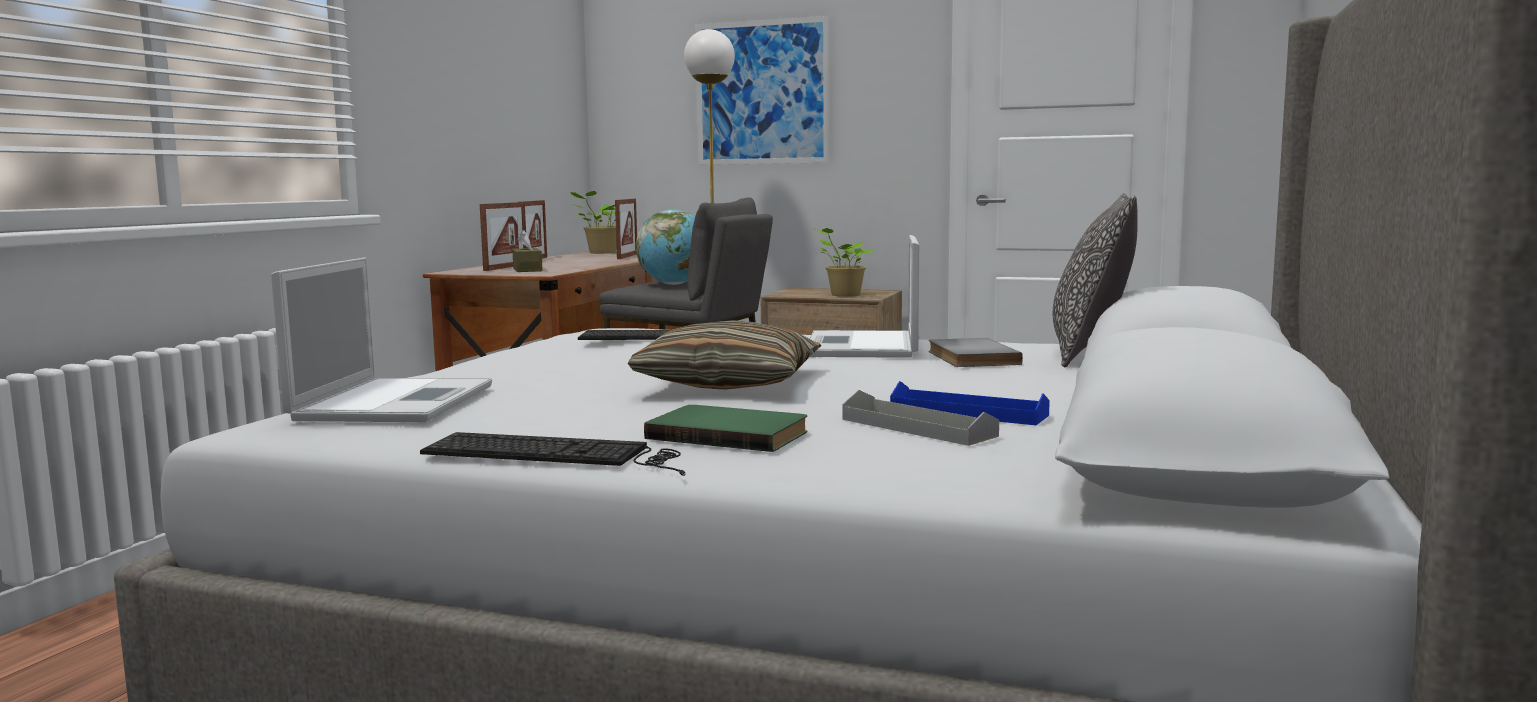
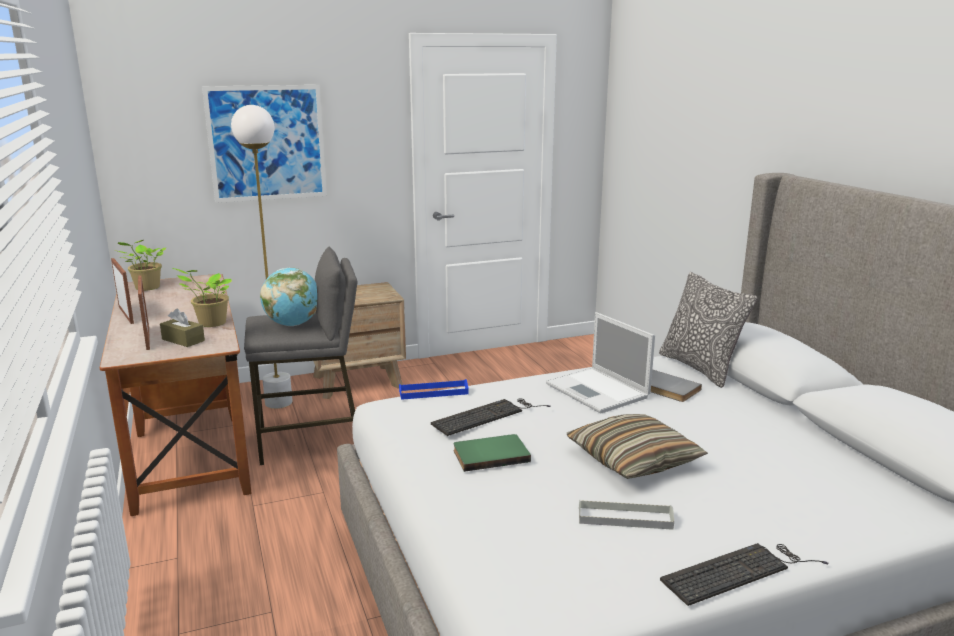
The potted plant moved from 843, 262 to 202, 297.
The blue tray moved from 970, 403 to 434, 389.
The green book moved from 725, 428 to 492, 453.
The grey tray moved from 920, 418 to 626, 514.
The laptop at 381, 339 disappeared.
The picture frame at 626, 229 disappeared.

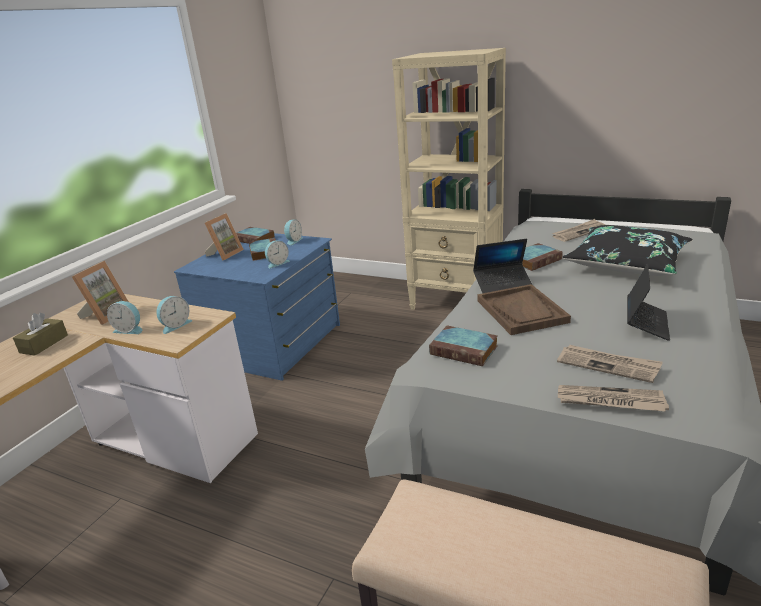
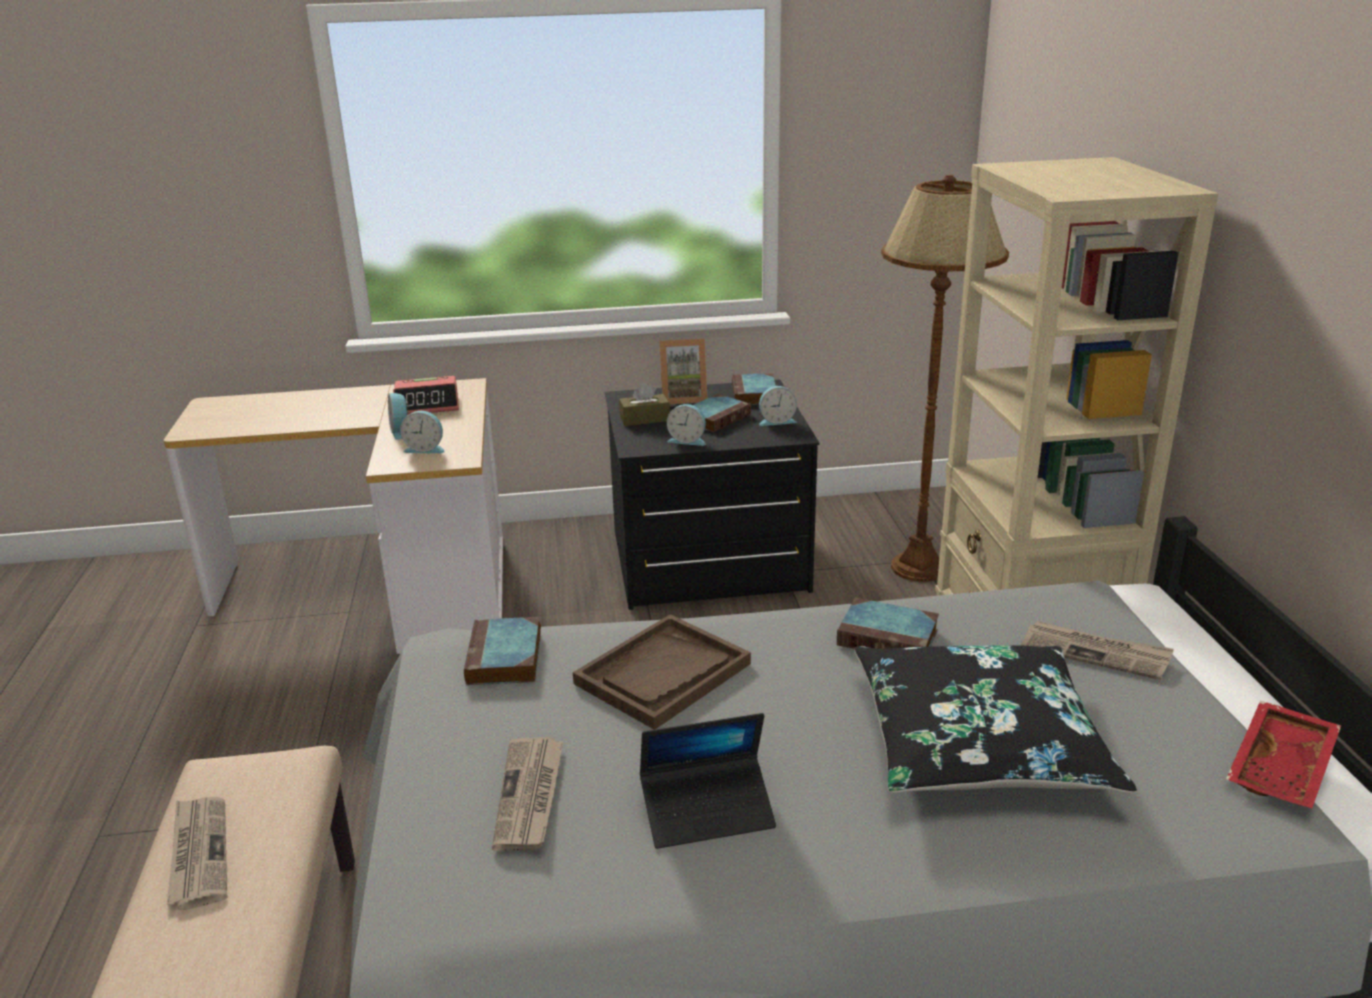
The newspaper moved from 613, 398 to 197, 853.
The picture frame at 100, 293 was replaced by the alarm clock at 426, 395.
The blue dresser at 257, 307 became the black dresser at 712, 494.
The brown tissue box moved from 40, 334 to 644, 404.
The brown floor lamp at 945, 378 appeared.
The red tray at 1283, 755 appeared.
The laptop at 503, 266 disappeared.

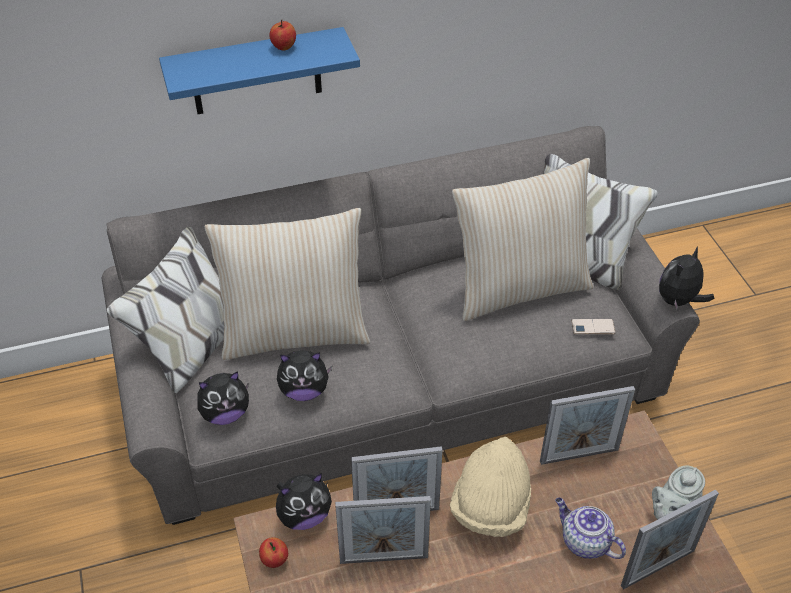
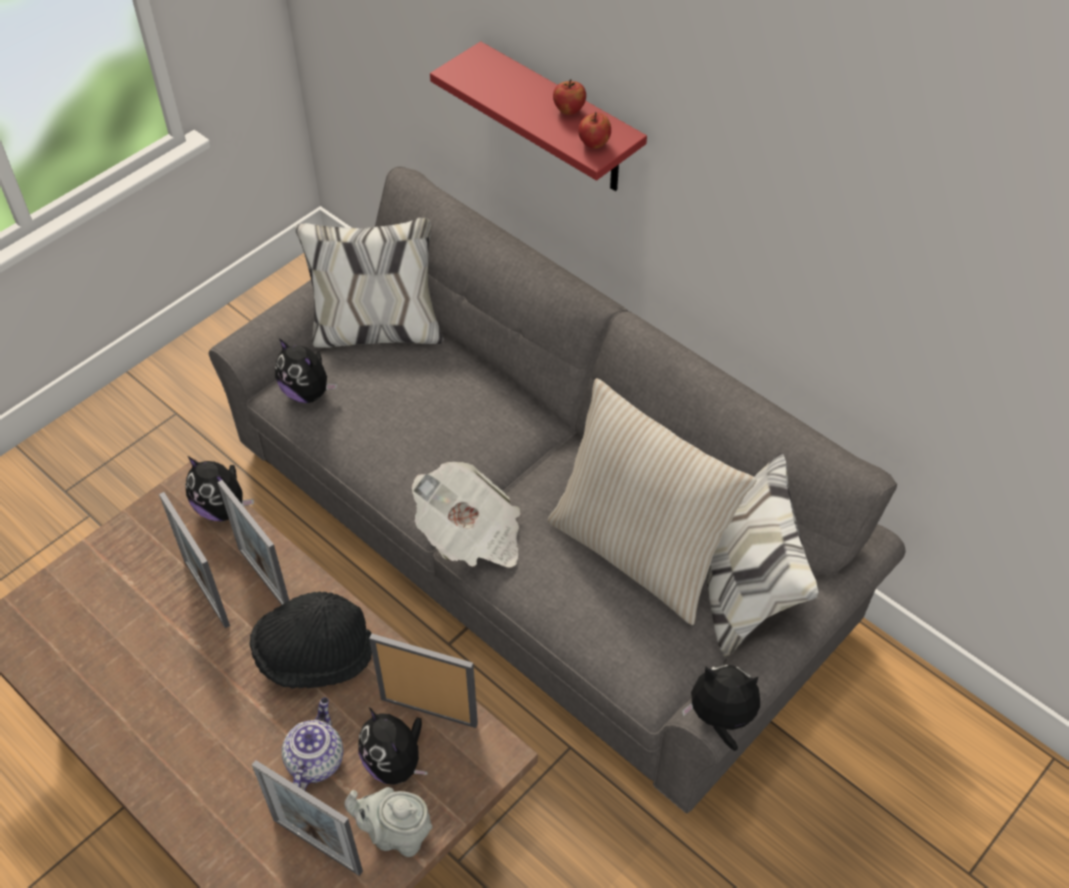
The beige hat at 490, 487 became the black hat at 311, 640.
The plush toy moved from 304, 375 to 393, 746.
The picture frame at 587, 425 turned 150 degrees clockwise.
The newspaper at 466, 515 appeared.
The blue shelf at 259, 70 became the red shelf at 538, 116.
The apple moved from 273, 552 to 594, 130.
The beige pillow at 287, 284 disappeared.
The phone at 593, 326 disappeared.

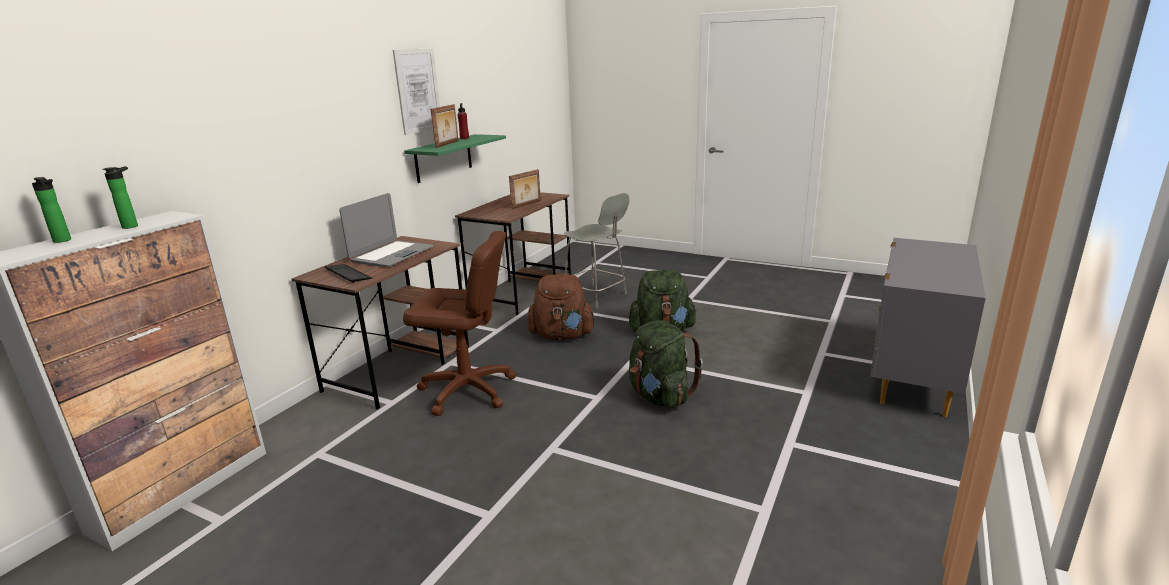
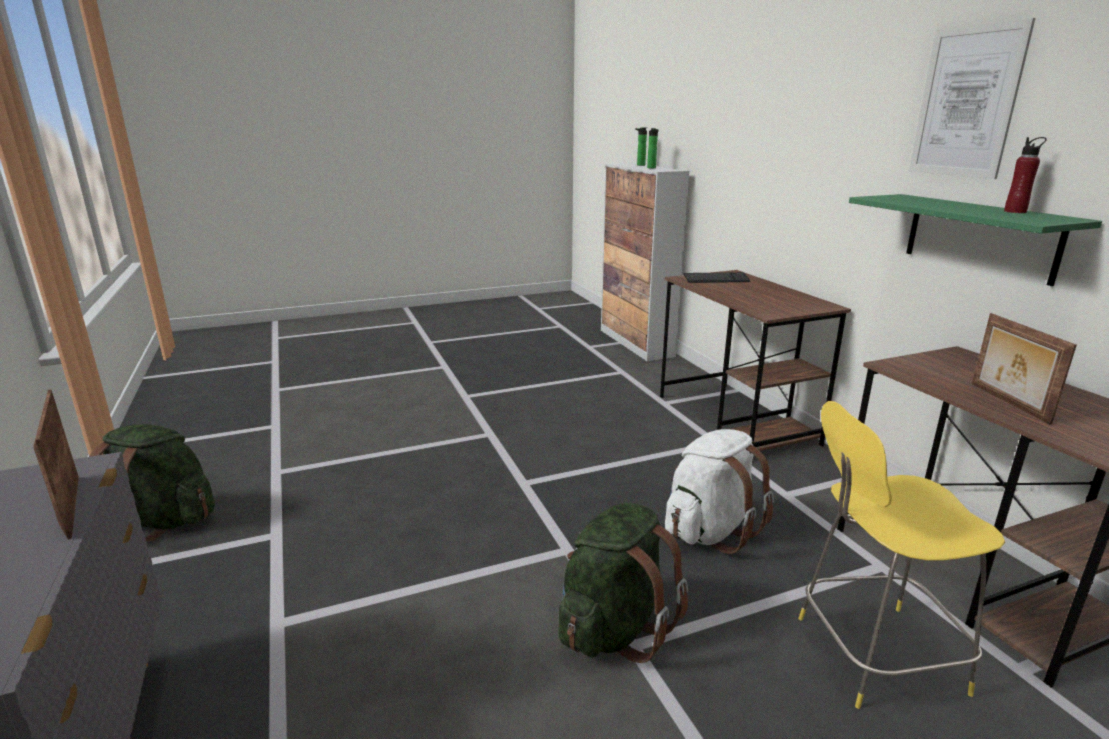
The picture frame moved from 445, 126 to 56, 464.
The green backpack moved from 666, 364 to 152, 483.
The brown backpack at 561, 307 became the white backpack at 719, 491.
The grey stool at 596, 250 became the yellow stool at 901, 555.
The laptop at 386, 230 disappeared.
The brown office chair at 459, 323 disappeared.

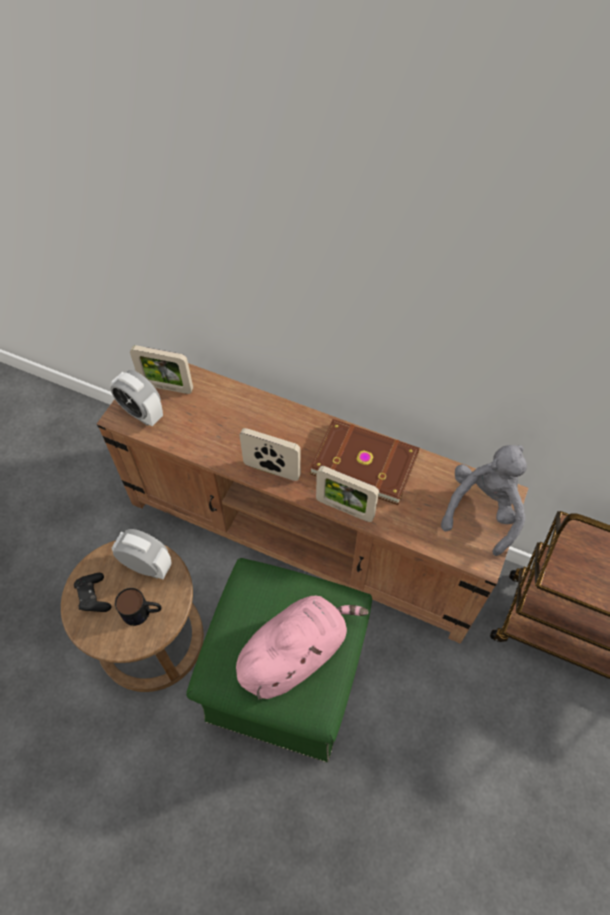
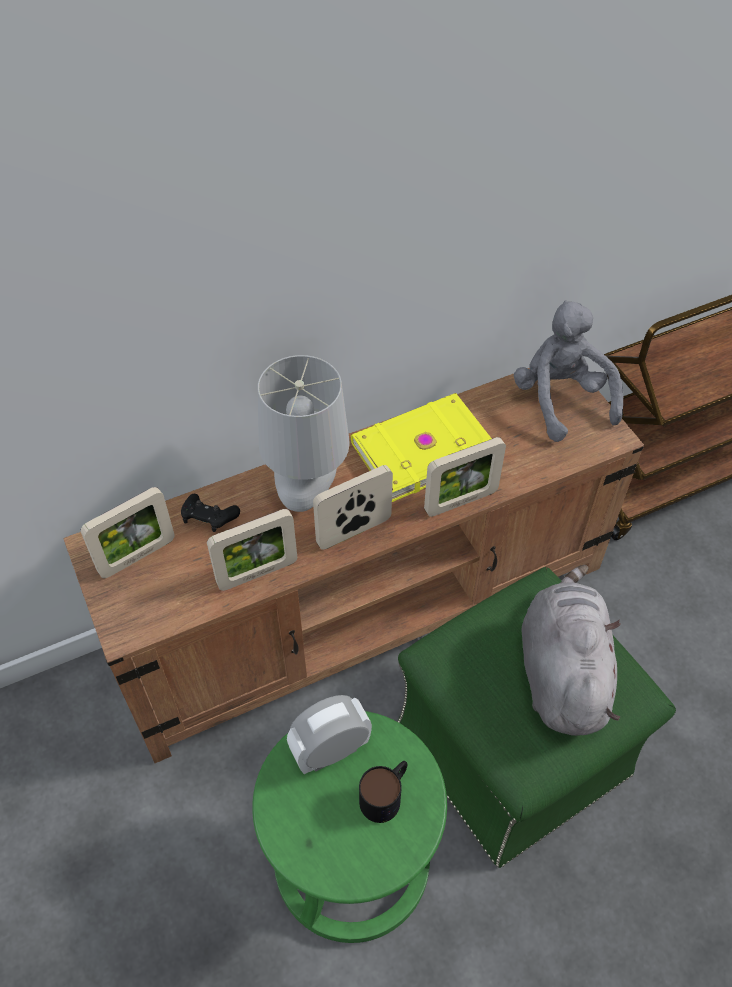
The black game controller moved from 92, 592 to 210, 513.
The picture frame at 252, 550 appeared.
The brown stool at 132, 616 became the green stool at 349, 827.
The grey table lamp at 303, 433 appeared.
The brown book at 365, 462 became the yellow book at 421, 447.
The pink plush toy at 302, 647 became the grey plush toy at 571, 650.
The alarm clock at 136, 398 disappeared.

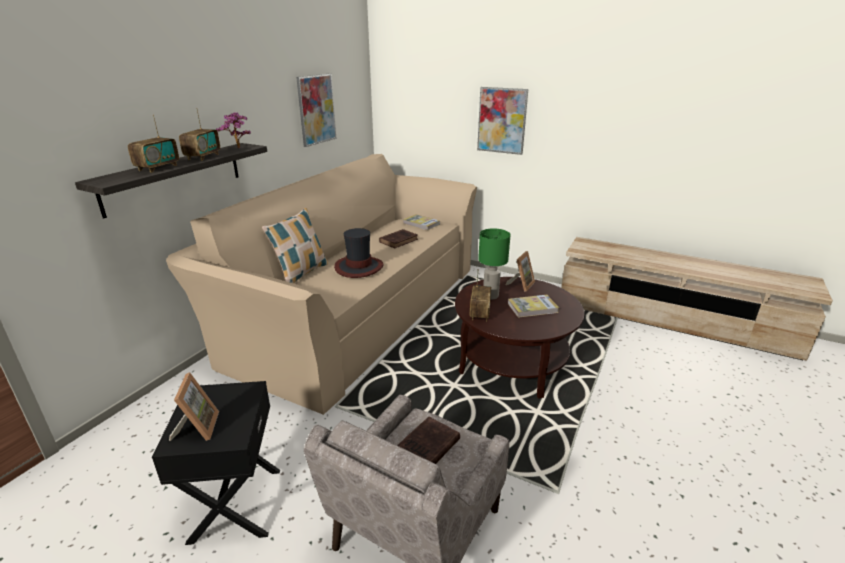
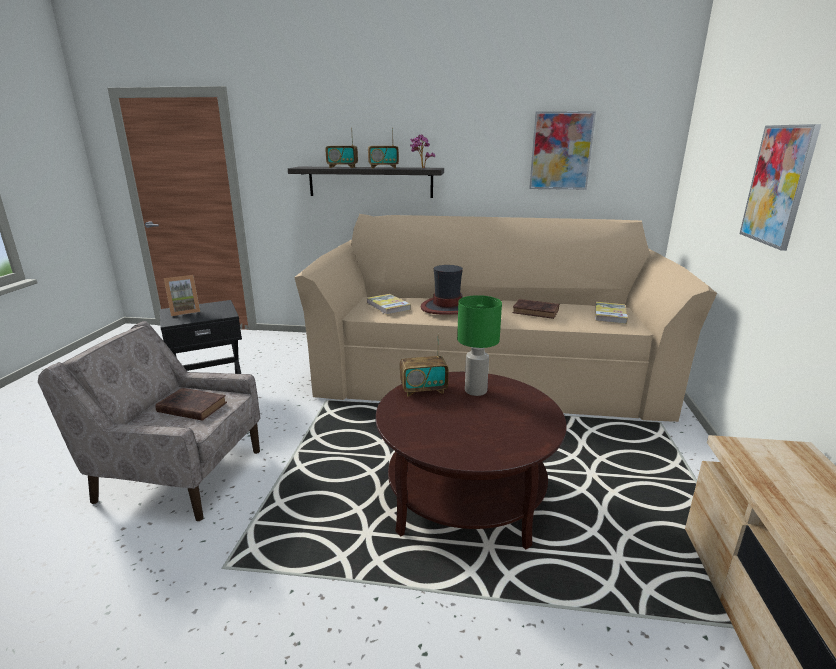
The book moved from 533, 306 to 389, 304.
The pillow at 295, 246 disappeared.
The picture frame at 520, 271 disappeared.

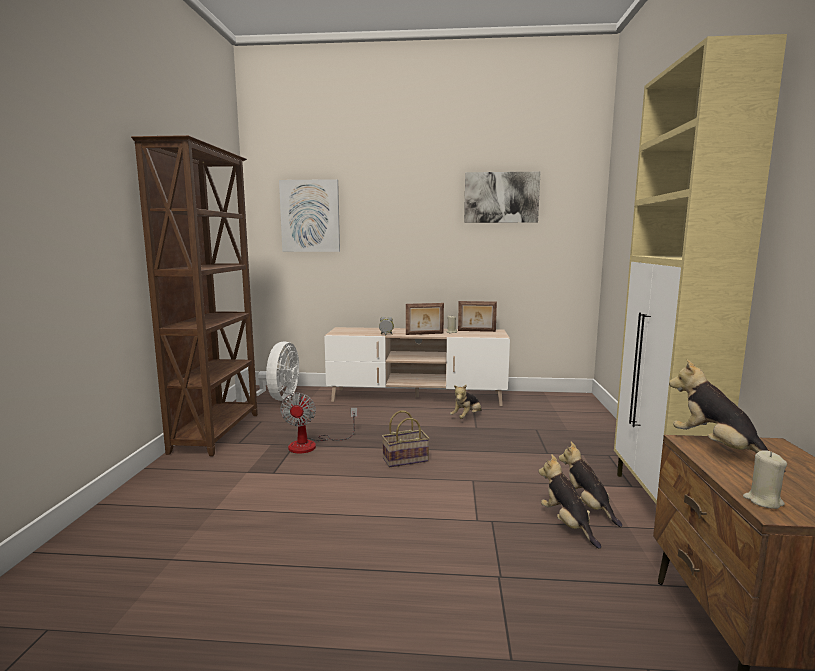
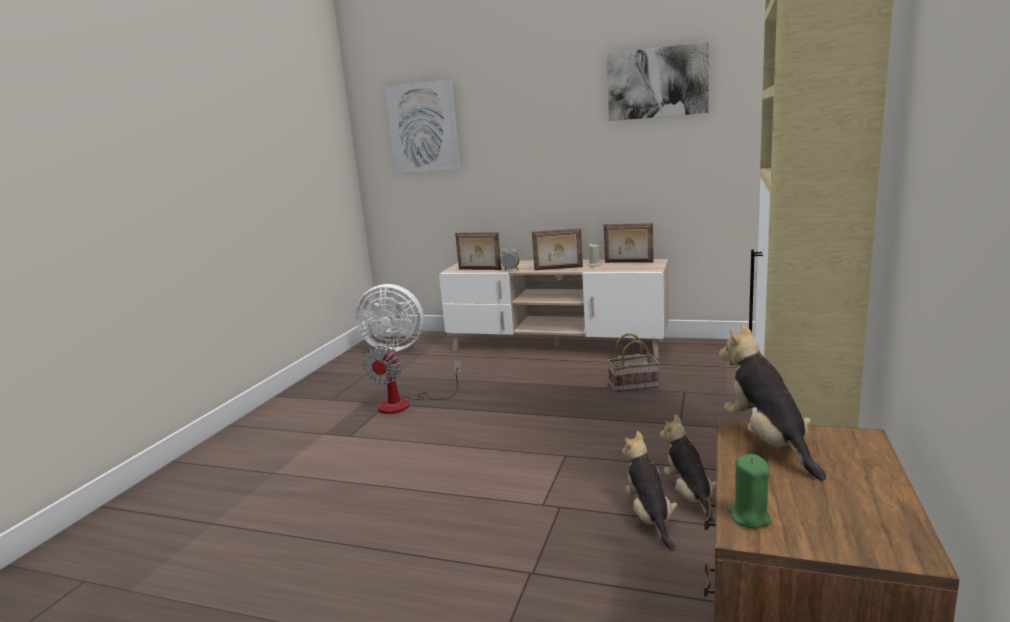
The white fan at 267, 372 turned 75 degrees clockwise.
The picture frame at 478, 251 appeared.
The basket moved from 406, 439 to 633, 362.
The beige candle at 765, 479 became the green candle at 750, 491.
The brown bookcase at 194, 295 disappeared.
The plush toy at 466, 401 disappeared.

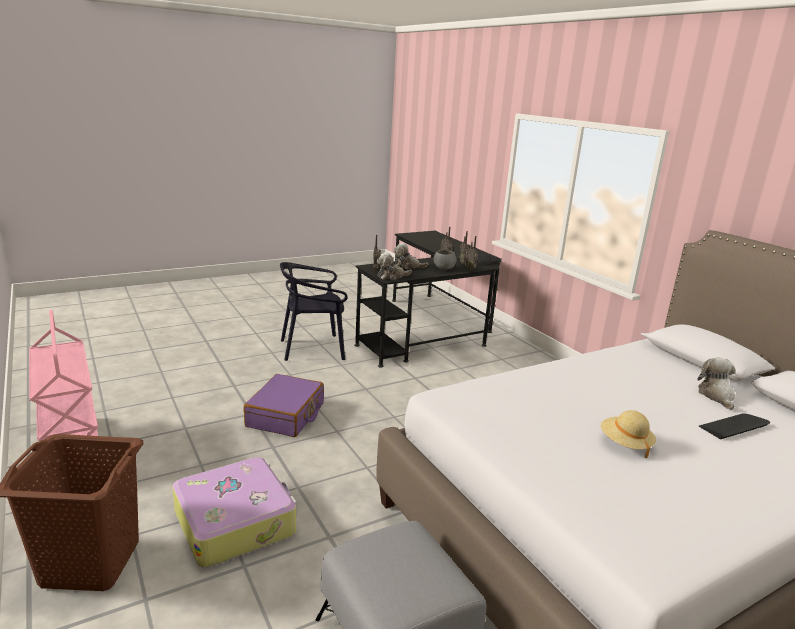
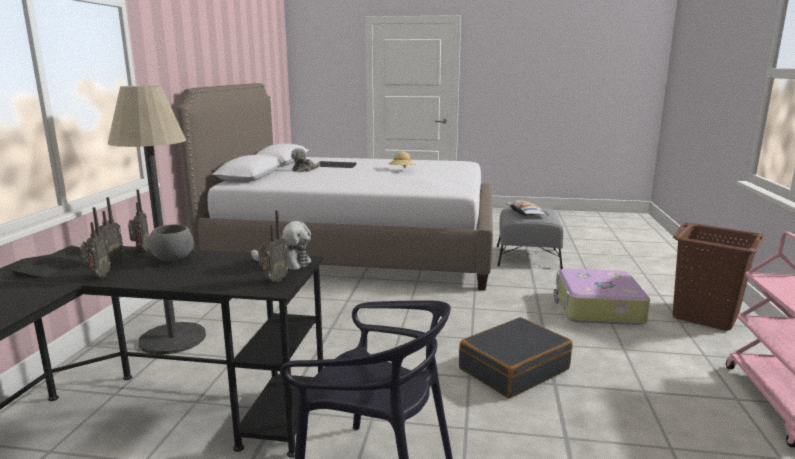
The floor lamp at 157, 220 appeared.
The purple suitcase at 284, 405 became the black suitcase at 516, 357.
The pillow at 527, 208 appeared.
The plush toy at 410, 256 disappeared.

